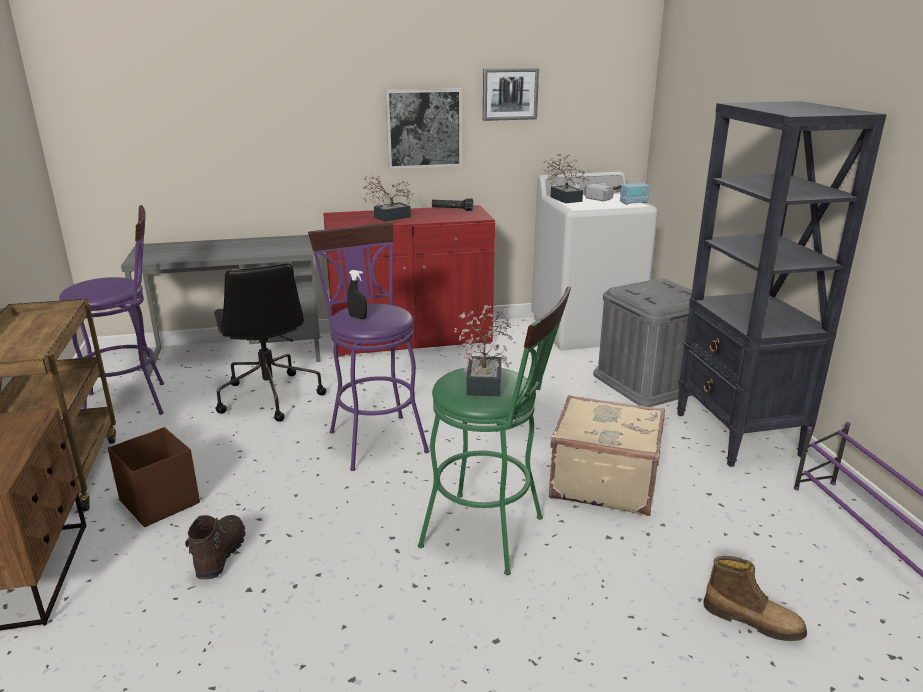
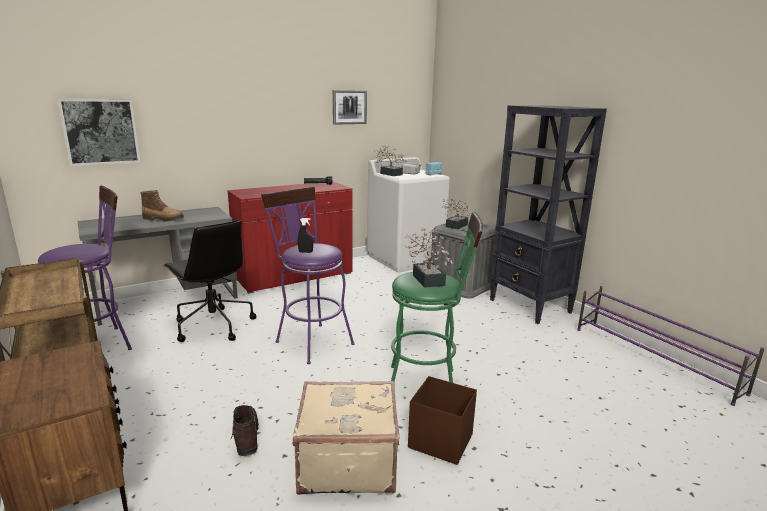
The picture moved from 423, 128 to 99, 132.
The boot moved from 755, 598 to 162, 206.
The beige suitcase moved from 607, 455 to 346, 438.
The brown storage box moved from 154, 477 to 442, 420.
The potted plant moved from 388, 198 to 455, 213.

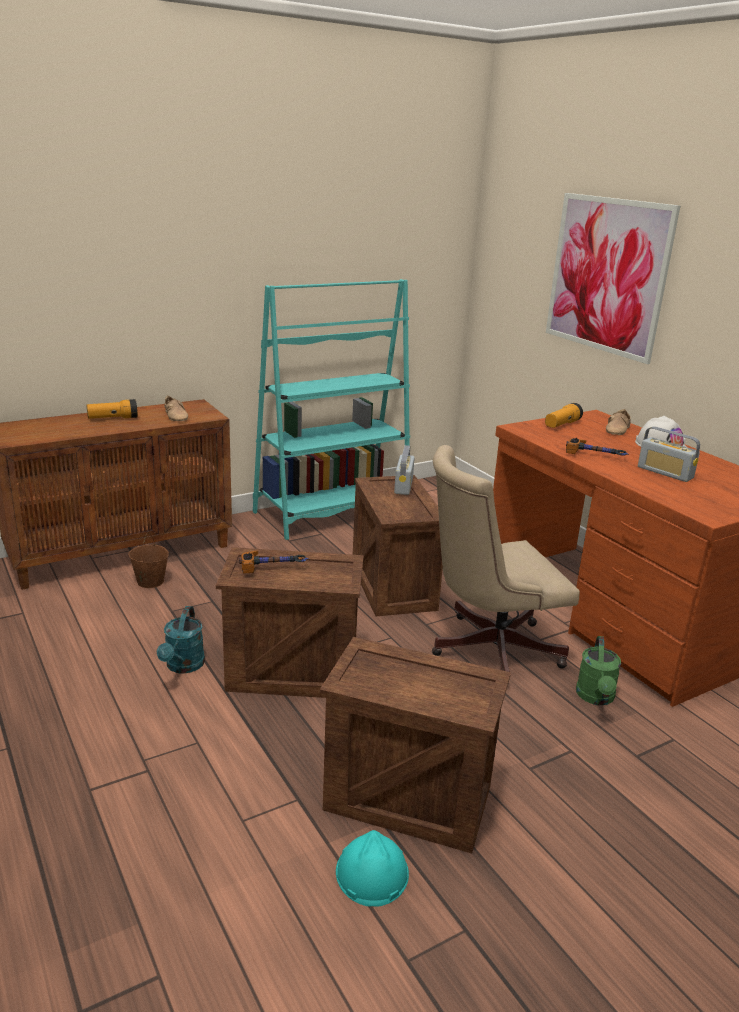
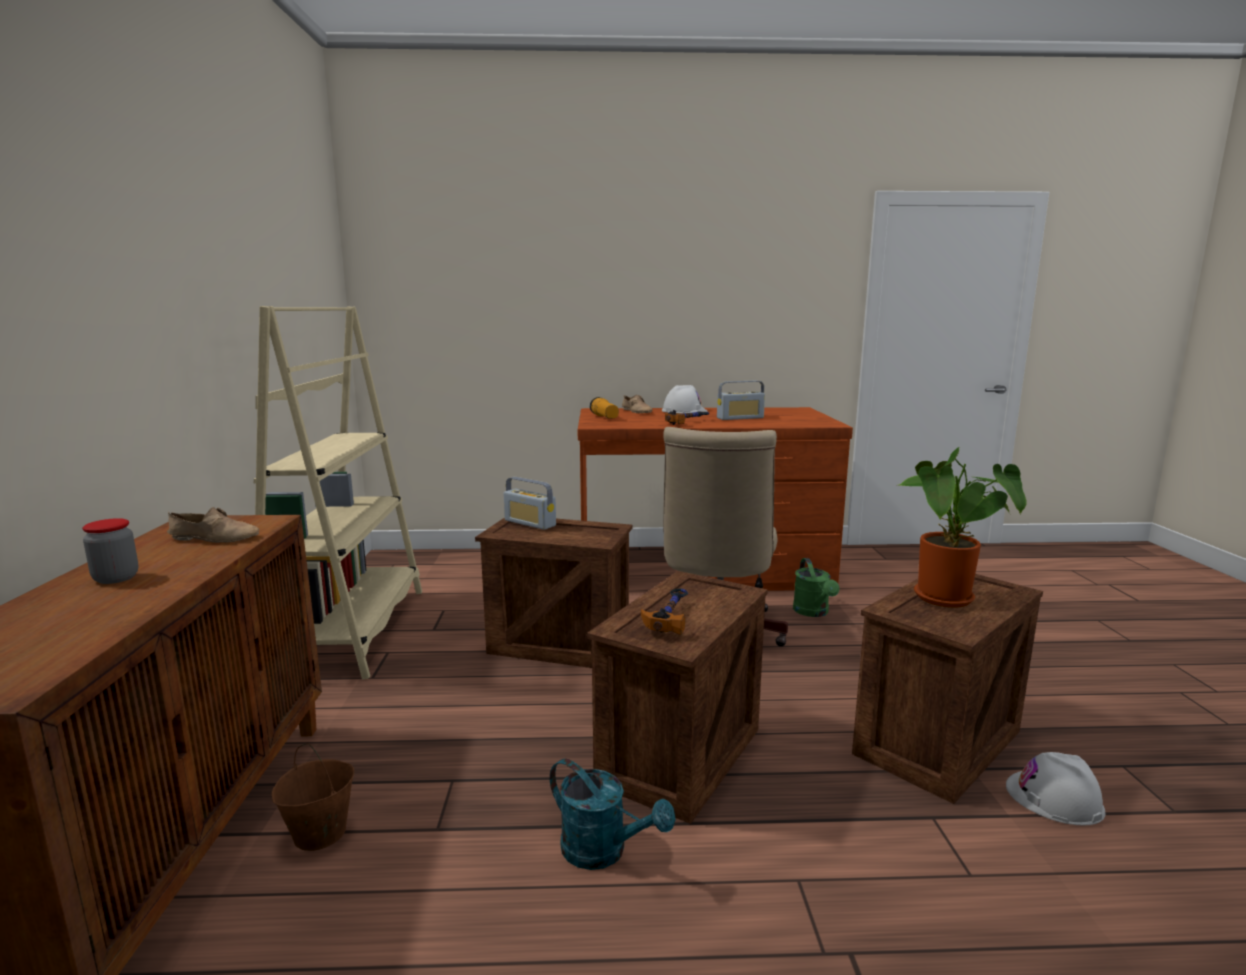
The flashlight at 112, 409 was replaced by the jar at 110, 551.
The turquoise bookcase at 331, 409 became the beige bookcase at 338, 493.
The green watering can at 598, 670 turned 45 degrees clockwise.
The potted plant at 962, 527 appeared.
The turquoise hard hat at 372, 868 became the white hard hat at 1055, 788.
The picture at 613, 278 disappeared.

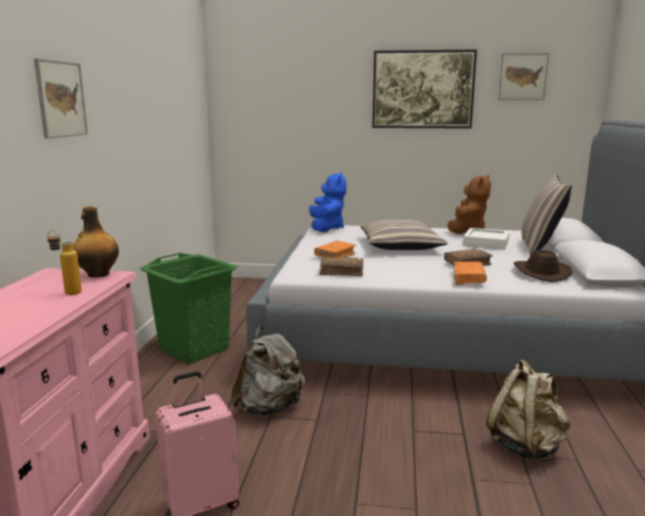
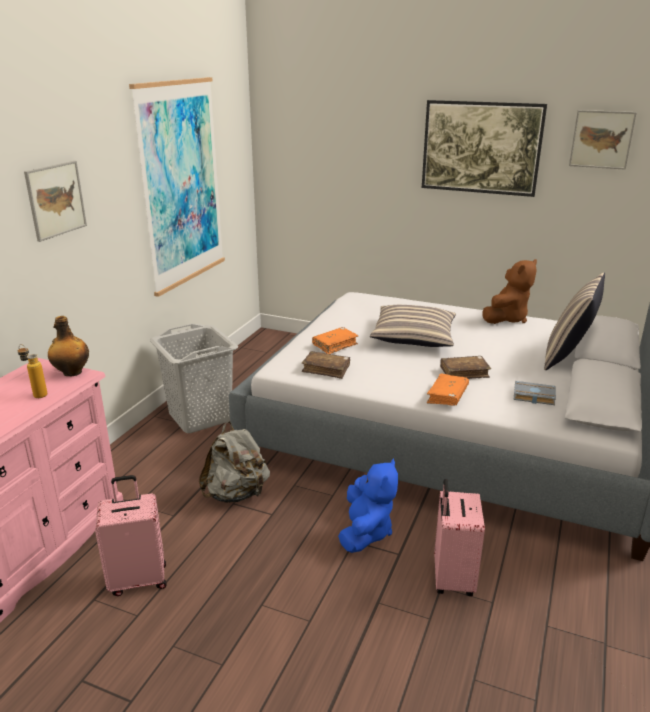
The picture at 177, 187 appeared.
The green laundry basket at 189, 308 became the grey laundry basket at 194, 378.
The blue plush toy moved from 328, 202 to 368, 505.
The beige backpack at 528, 410 was replaced by the pink suitcase at 459, 537.
The brown hat at 543, 266 was replaced by the grey book at 535, 393.
The white tray at 486, 238 disappeared.

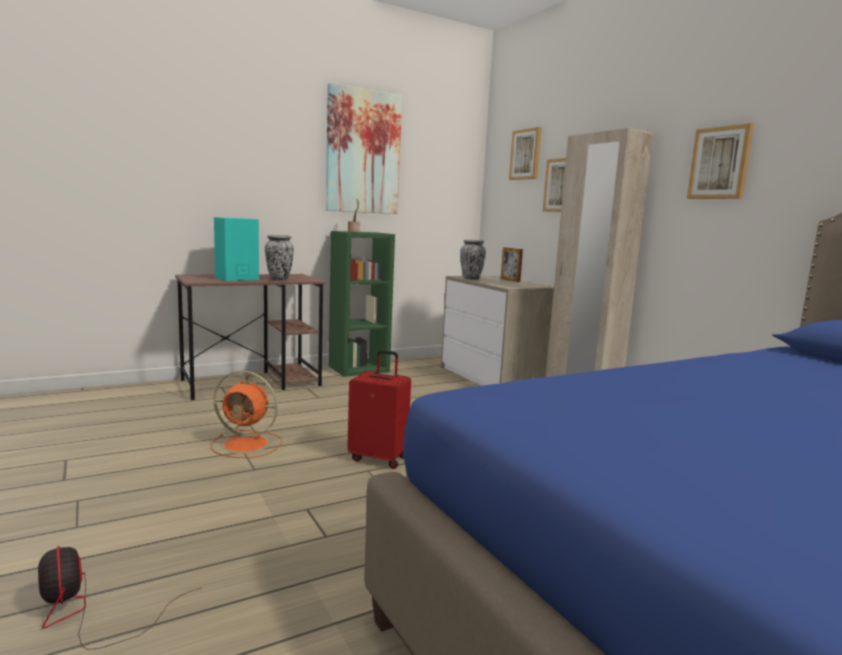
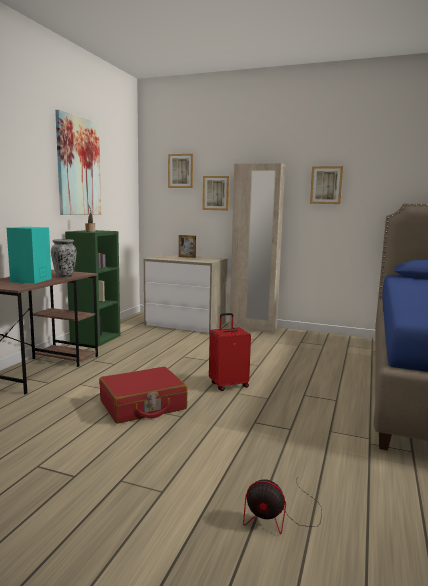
The orange fan at 246, 414 was replaced by the red suitcase at 143, 395.
The vase at 473, 260 disappeared.

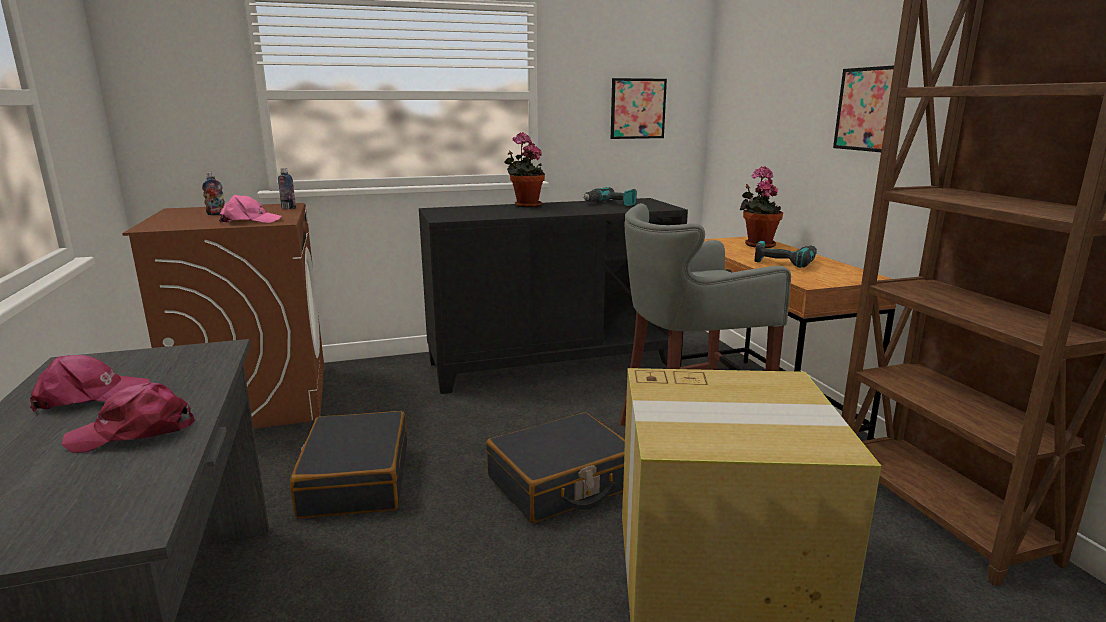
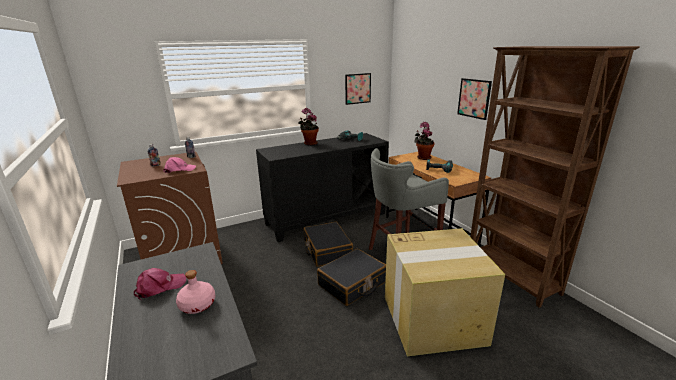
The pink cap at 128, 418 was replaced by the pink bottle at 195, 292.
The black suitcase moved from 348, 464 to 328, 244.

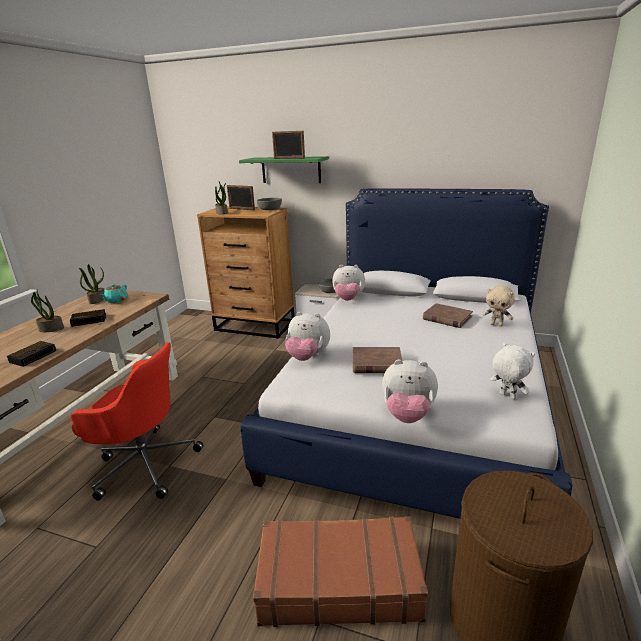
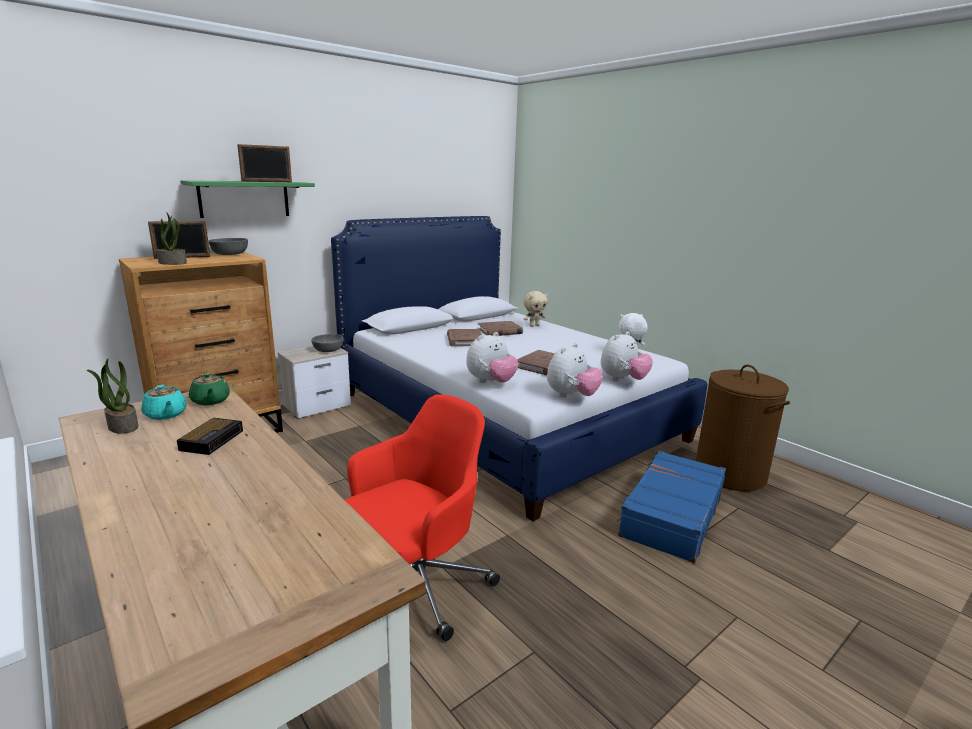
The green teapot at 209, 389 appeared.
The brown book at 464, 338 appeared.
The plush toy moved from 348, 283 to 575, 370.
The brown suitcase at 340, 571 became the blue suitcase at 671, 507.
The alarm clock at 31, 354 disappeared.
The potted plant at 47, 310 disappeared.

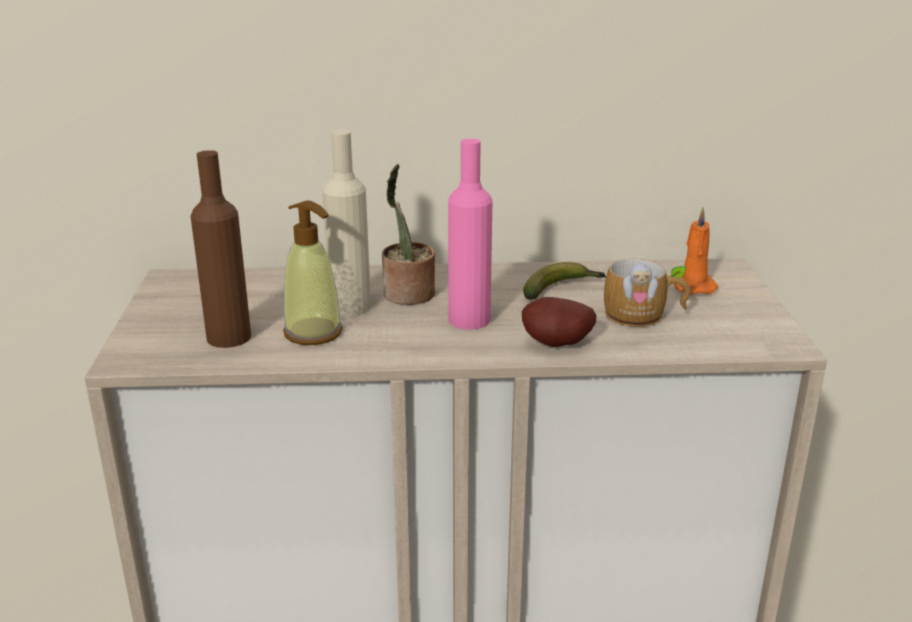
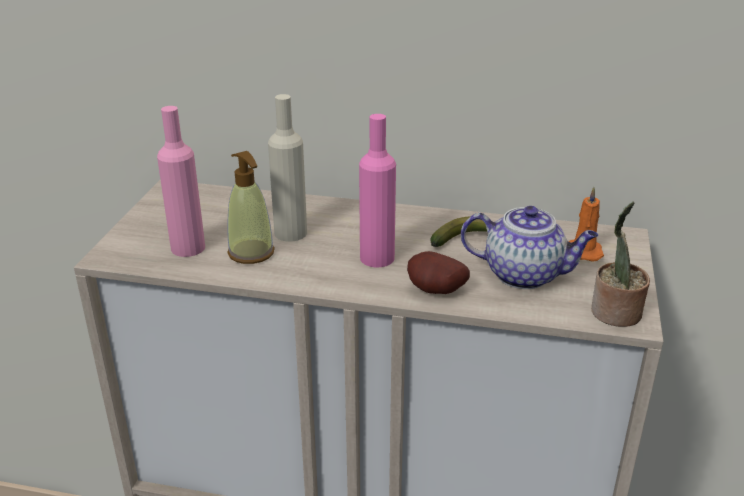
The brown bottle at 221, 249 became the pink bottle at 181, 181.
The mug at 647, 293 was replaced by the teapot at 529, 247.
The potted plant moved from 408, 234 to 620, 264.

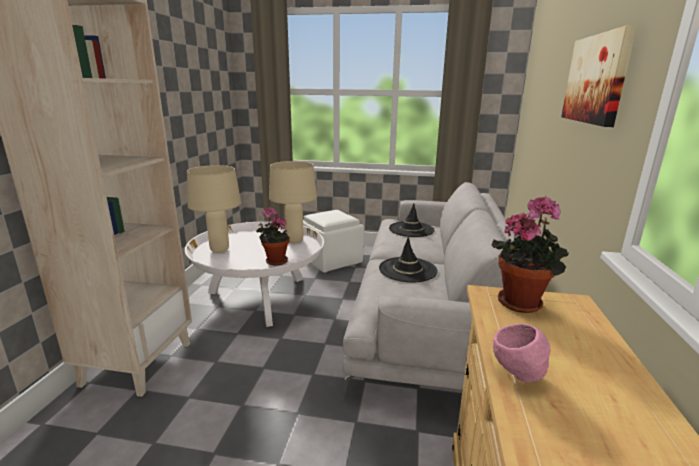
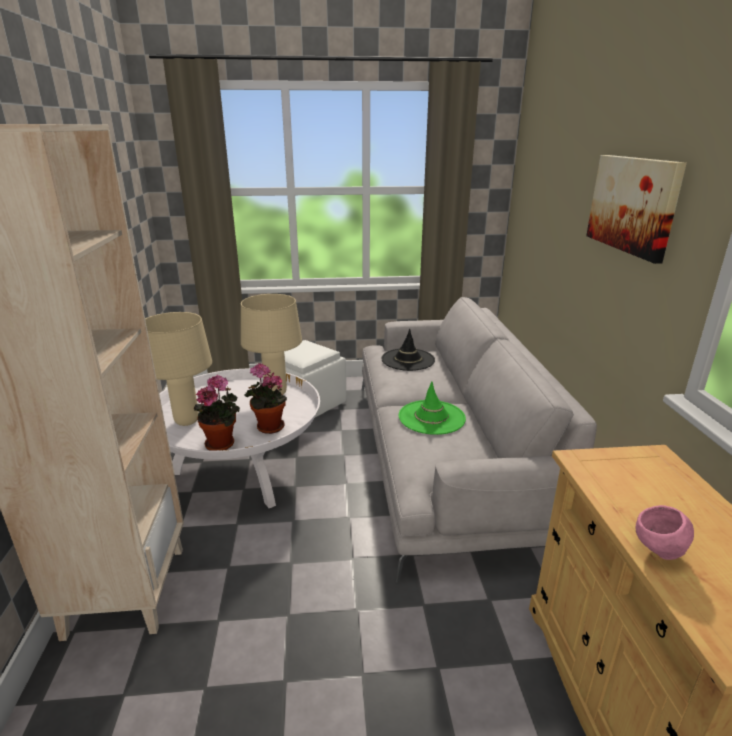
The potted plant moved from 530, 254 to 217, 412.
The black hat at 408, 260 became the green hat at 432, 408.

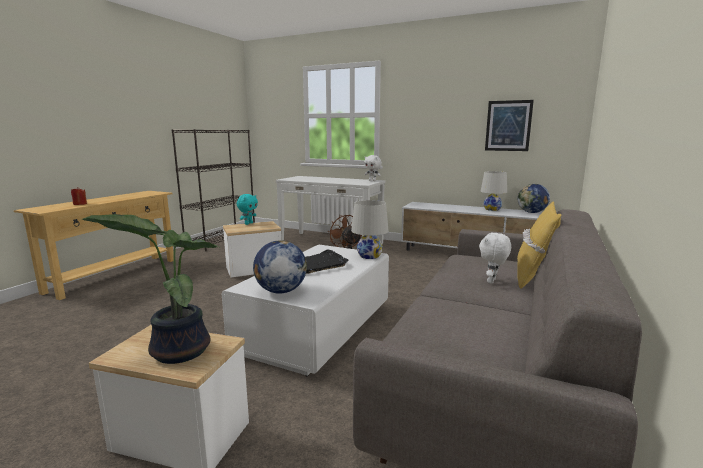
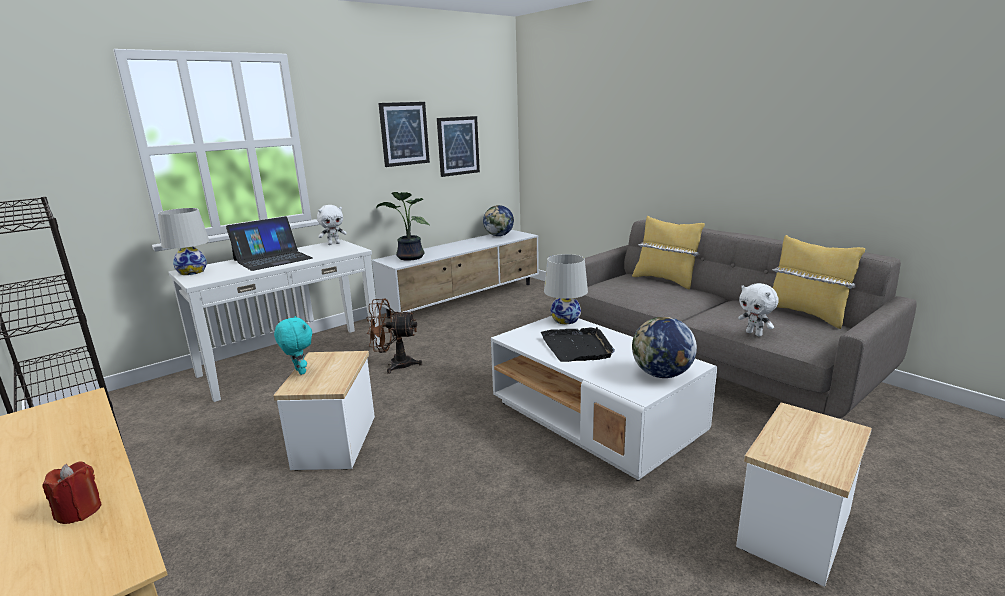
The white table lamp moved from 494, 191 to 183, 241.
The laptop at 269, 243 appeared.
The potted plant moved from 151, 289 to 403, 226.
The picture at 404, 134 appeared.
The white plush toy moved from 495, 258 to 758, 309.
The yellow pillow at 818, 282 appeared.

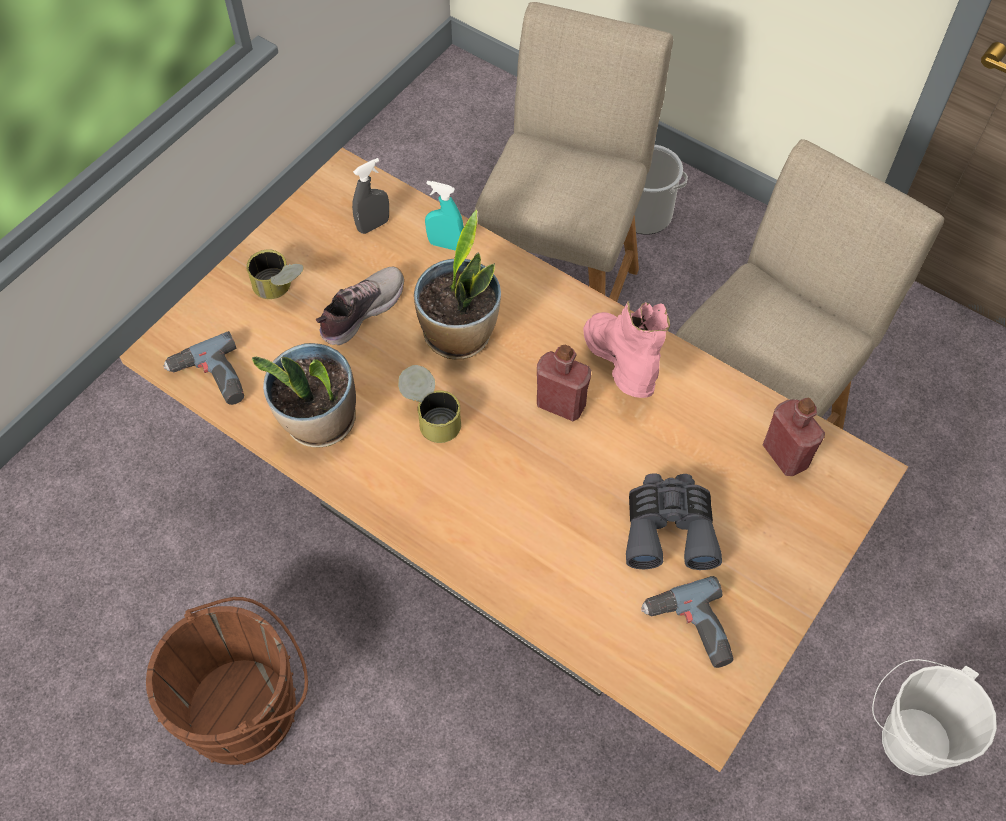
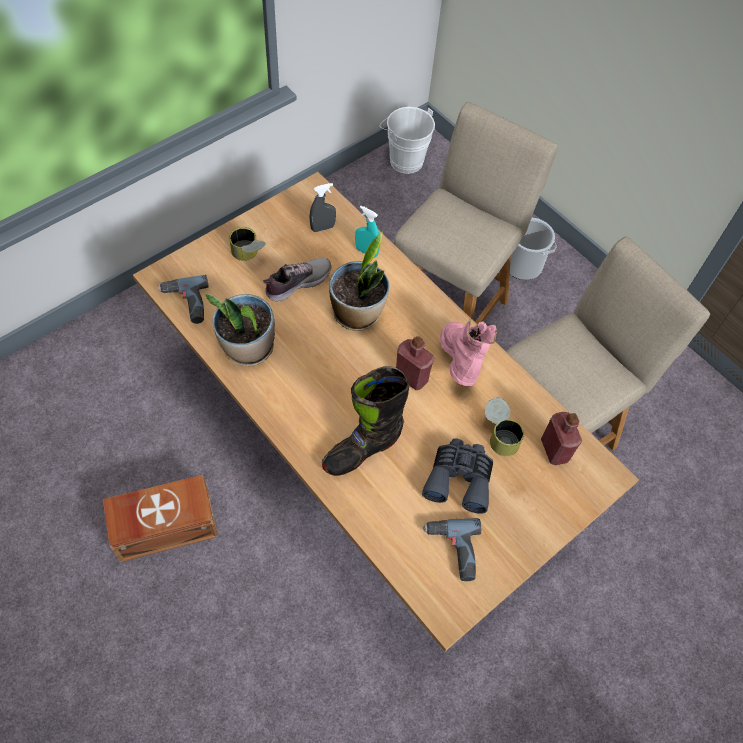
The brown bucket at 227, 681 was replaced by the brown storage box at 160, 518.
The black boot at 365, 421 appeared.
The white bucket moved from 934, 717 to 407, 140.
The can moved from 429, 404 to 504, 427.

